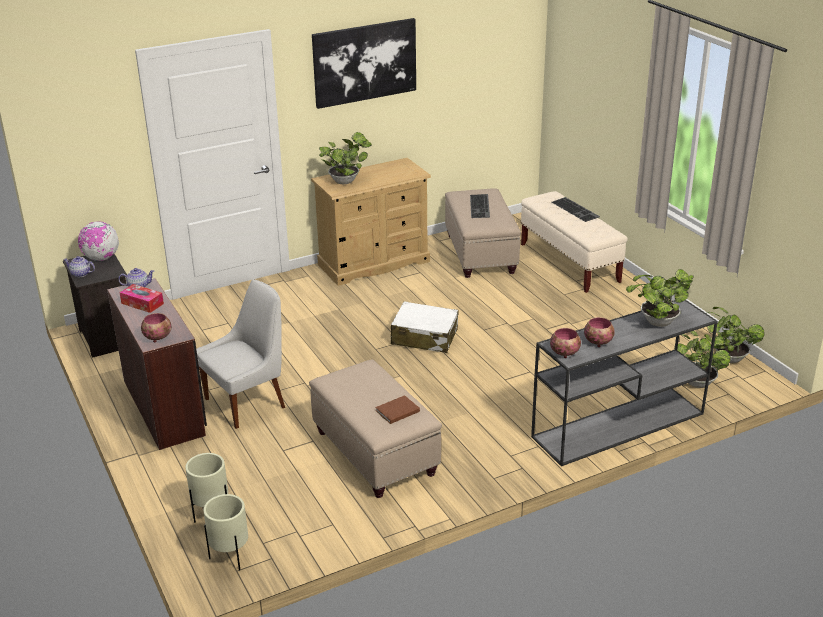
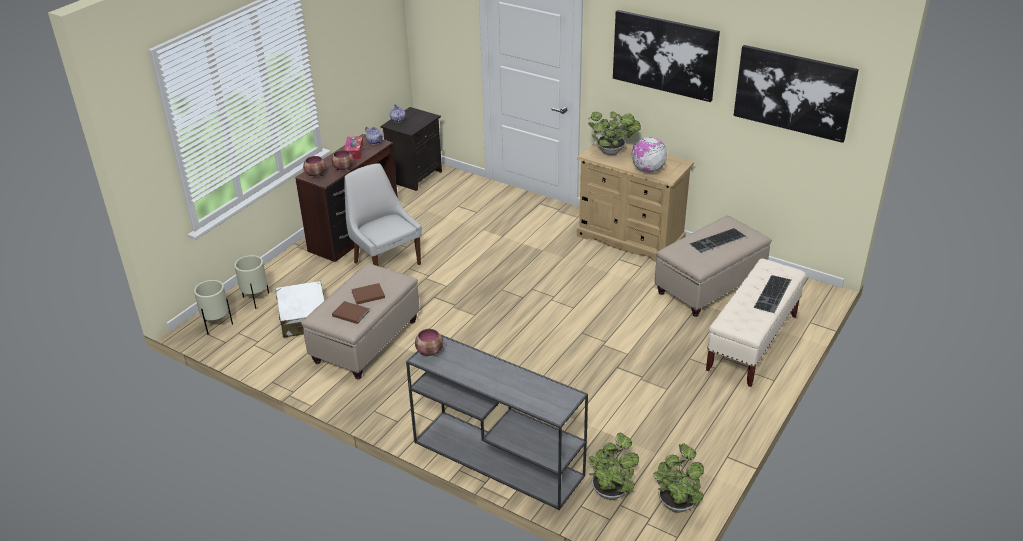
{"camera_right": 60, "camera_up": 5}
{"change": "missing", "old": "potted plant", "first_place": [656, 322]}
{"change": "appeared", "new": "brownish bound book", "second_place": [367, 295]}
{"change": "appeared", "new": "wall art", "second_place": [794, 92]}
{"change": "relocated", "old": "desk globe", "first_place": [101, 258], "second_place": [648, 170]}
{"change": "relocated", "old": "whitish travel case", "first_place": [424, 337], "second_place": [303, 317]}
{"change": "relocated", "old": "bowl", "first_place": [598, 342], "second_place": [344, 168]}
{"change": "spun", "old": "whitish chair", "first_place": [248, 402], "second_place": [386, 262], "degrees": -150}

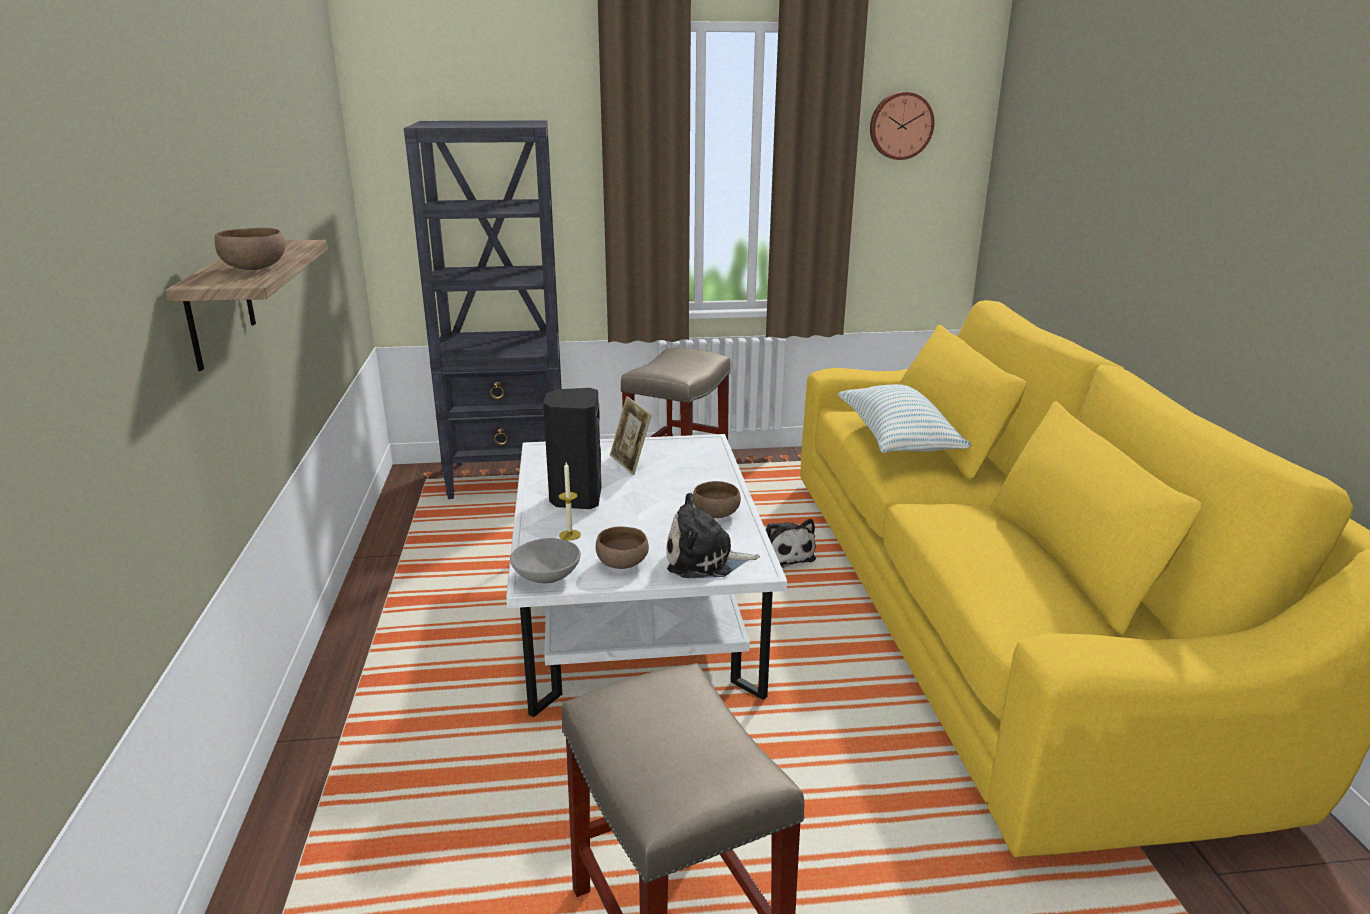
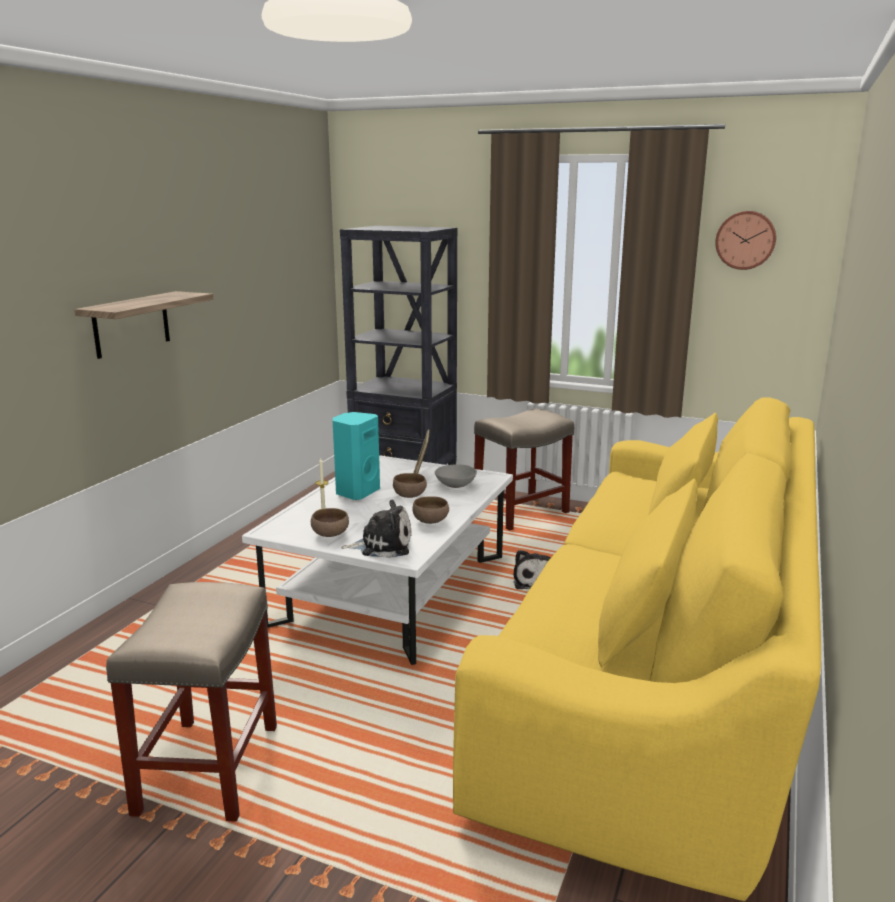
{"camera_right": 30, "camera_up": -5}
{"change": "missing", "old": "cushion", "first_place": [897, 439]}
{"change": "relocated", "old": "brownish bowl", "first_place": [256, 268], "second_place": [410, 495]}
{"change": "relocated", "old": "grey bowl", "first_place": [547, 576], "second_place": [456, 485]}
{"change": "colour", "old": "blackish speaker", "new": "turquoise speaker", "first_place": [575, 498], "second_place": [356, 492]}
{"change": "spun", "old": "cuddly toy", "first_place": [705, 560], "second_place": [382, 545], "degrees": 150}

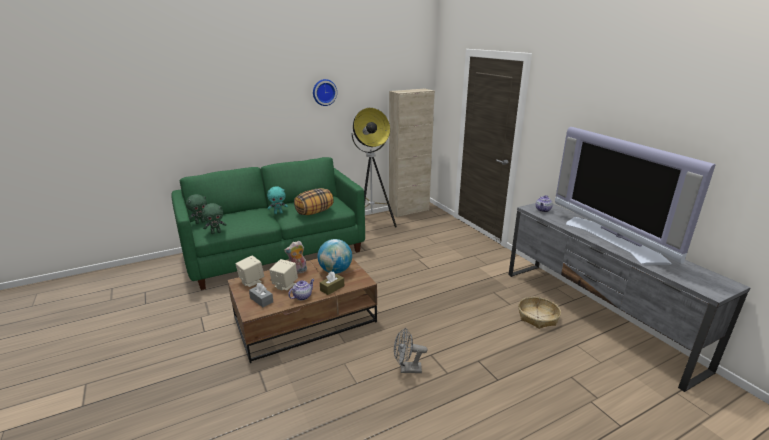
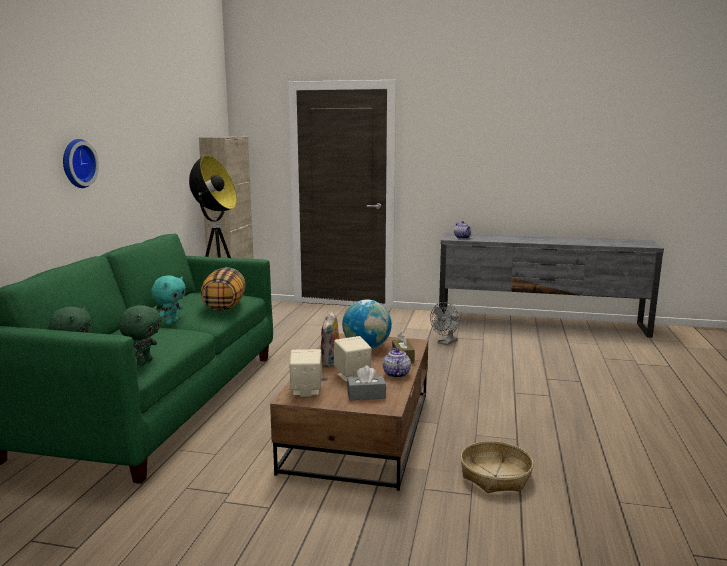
{"camera_right": -50, "camera_up": -10}
{"change": "missing", "old": "television", "first_place": [613, 239]}
{"change": "relocated", "old": "wall clock", "first_place": [324, 92], "second_place": [76, 163]}
{"change": "relocated", "old": "grey cooling fan", "first_place": [407, 369], "second_place": [446, 343]}
{"change": "relocated", "old": "household basket", "first_place": [538, 317], "second_place": [495, 476]}

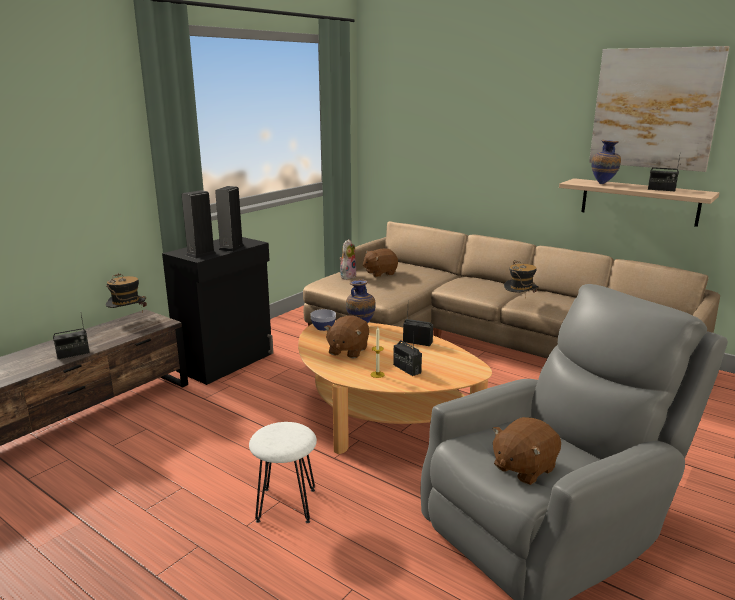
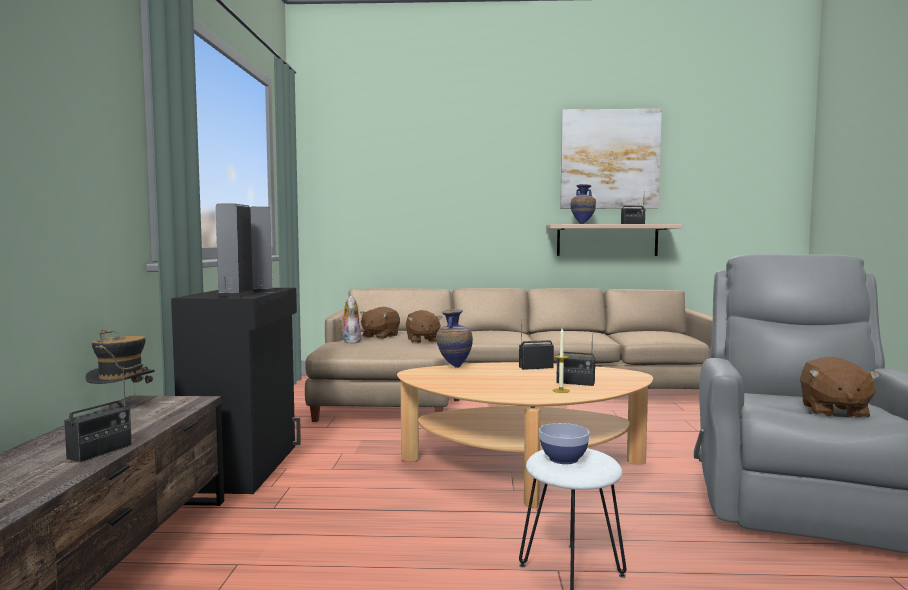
{"camera_right": -35, "camera_up": -15}
{"change": "missing", "old": "hat", "first_place": [519, 304]}
{"change": "relocated", "old": "bowl", "first_place": [323, 327], "second_place": [563, 459]}
{"change": "relocated", "old": "brownish cuddly toy", "first_place": [347, 351], "second_place": [422, 340]}

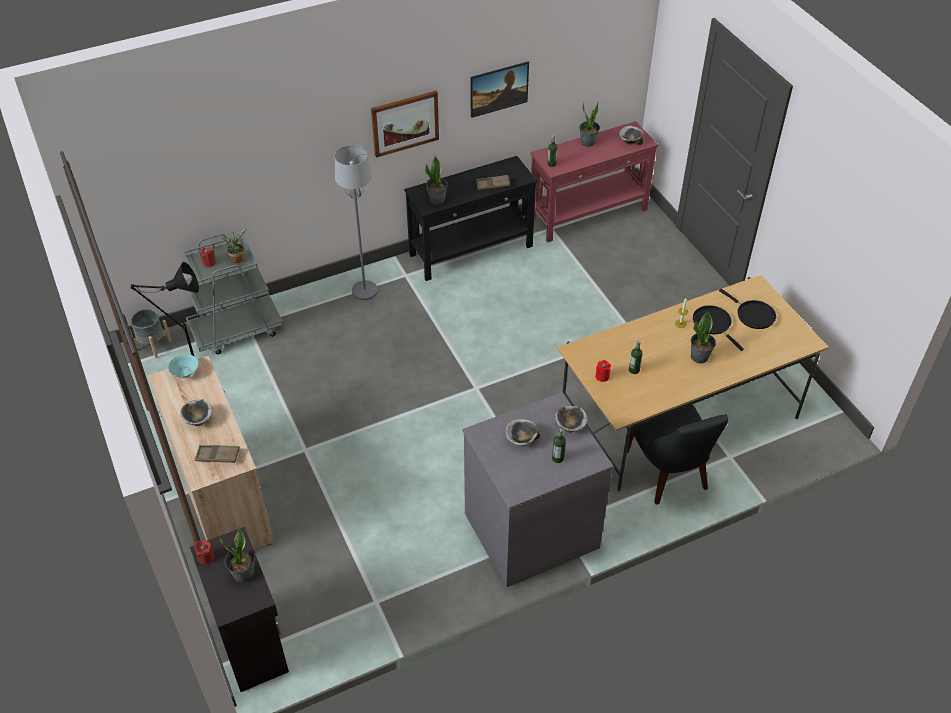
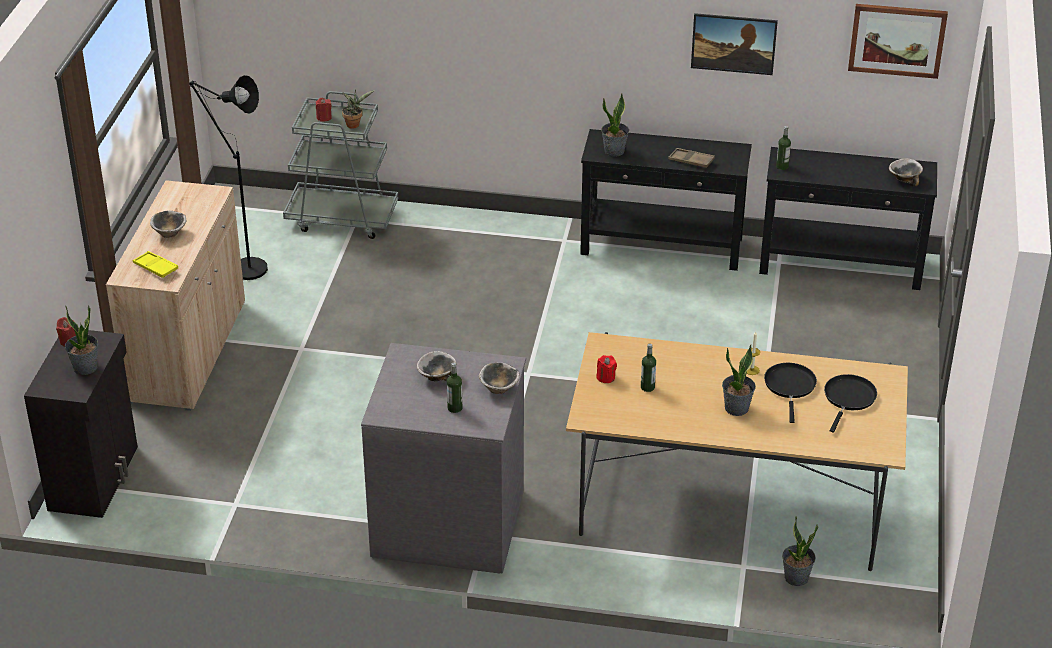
{"camera_right": 35, "camera_up": -10}
{"change": "missing", "old": "grey plant pot", "first_place": [152, 345]}
{"change": "missing", "old": "turquoise bowl", "first_place": [185, 372]}
{"change": "missing", "old": "grey floor lamp", "first_place": [364, 290]}
{"change": "missing", "old": "blackish chair", "first_place": [667, 473]}
{"change": "relocated", "old": "wall art", "first_place": [405, 123], "second_place": [897, 40]}
{"change": "relocated", "old": "potted plant", "first_place": [588, 142], "second_place": [796, 578]}
{"change": "colour", "old": "brownish carrying tray", "new": "yellow-coloured carrying tray", "first_place": [217, 456], "second_place": [155, 267]}
{"change": "colour", "old": "red hall table", "new": "blackish hall table", "first_place": [589, 214], "second_place": [841, 266]}
{"change": "spun", "old": "blackish pan", "first_place": [753, 315], "second_place": [848, 398], "degrees": -150}

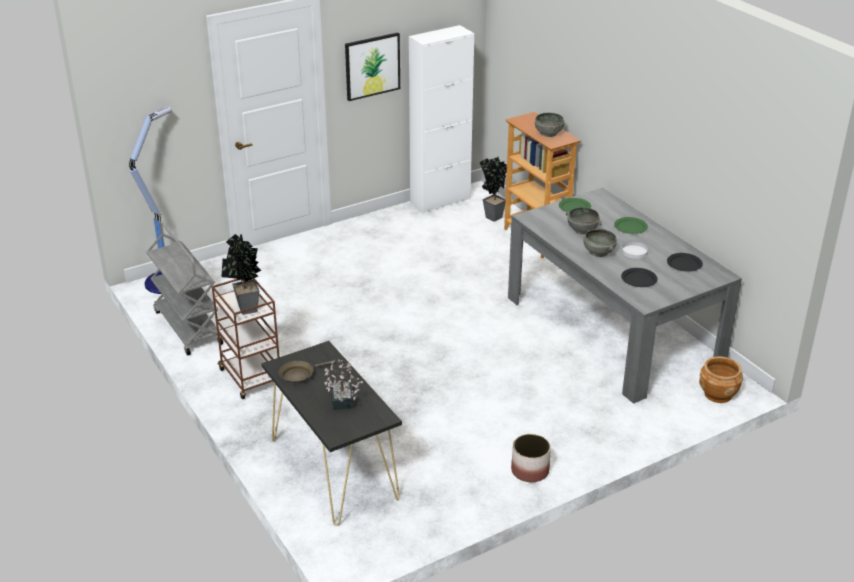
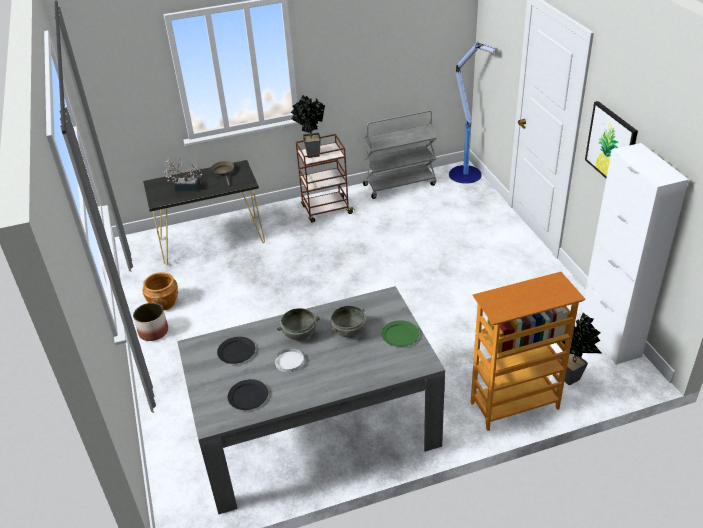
{"camera_right": 105, "camera_up": 5}
{"change": "missing", "old": "grey bowl", "first_place": [549, 133]}
{"change": "missing", "old": "green plate", "first_place": [630, 227]}
{"change": "relocated", "old": "brownish plant pot", "first_place": [718, 394], "second_place": [164, 303]}

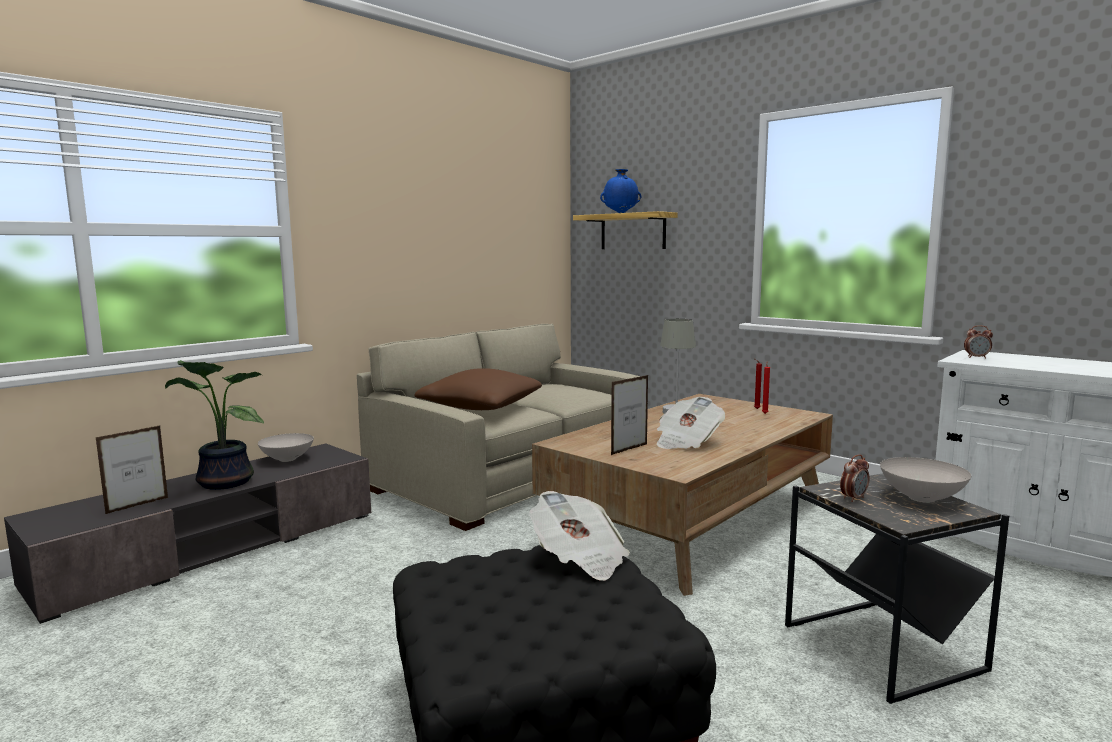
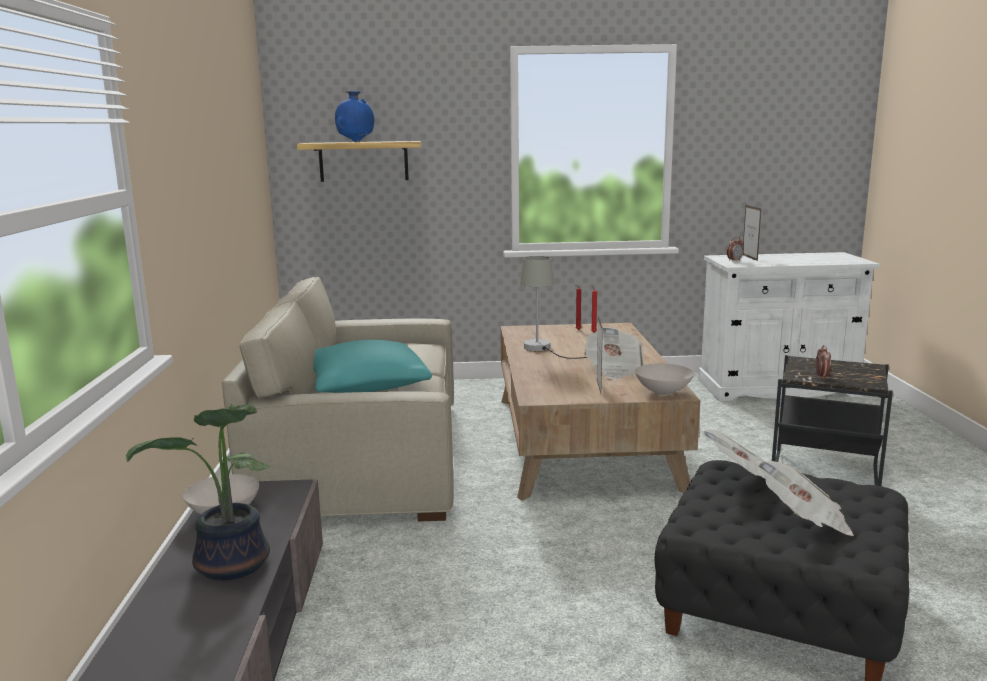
{"camera_right": -45, "camera_up": 5}
{"change": "appeared", "new": "printed paper", "second_place": [803, 520]}
{"change": "relocated", "old": "photo frame", "first_place": [138, 505], "second_place": [749, 258]}
{"change": "relocated", "old": "whitish bowl", "first_place": [921, 498], "second_place": [664, 392]}
{"change": "colour", "old": "brownish cushion", "new": "turquoise cushion", "first_place": [480, 407], "second_place": [366, 386]}

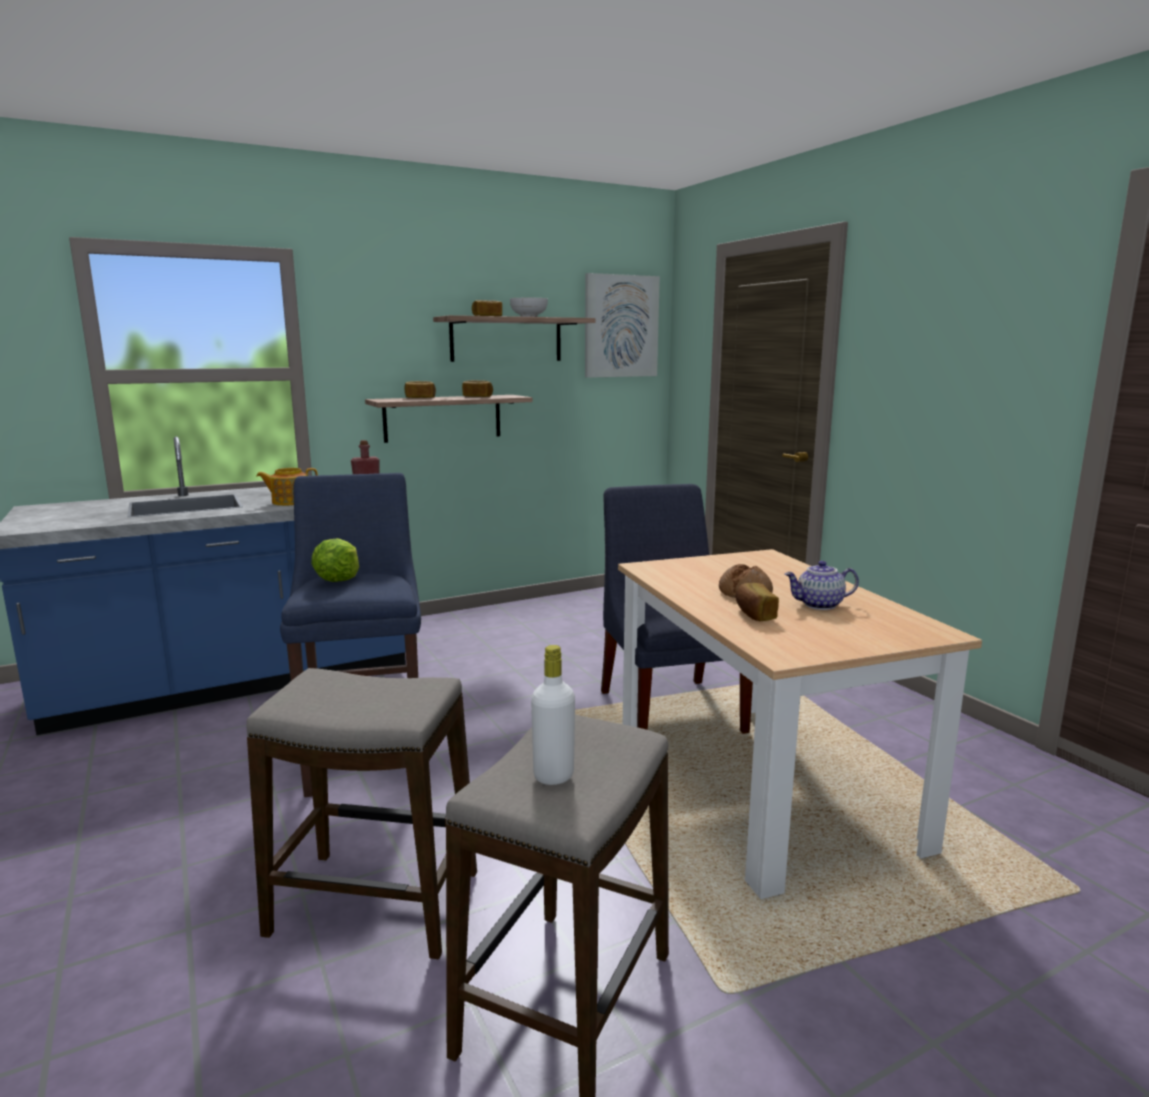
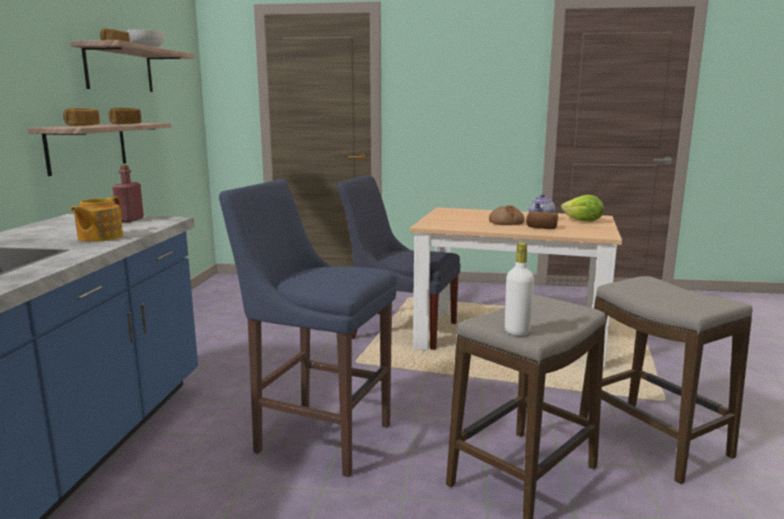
{"camera_right": -55, "camera_up": 0}
{"change": "missing", "old": "wall art", "first_place": [620, 326]}
{"change": "relocated", "old": "lettuce", "first_place": [338, 580], "second_place": [583, 221]}
{"change": "relocated", "old": "whitish drink bottle", "first_place": [553, 776], "second_place": [517, 331]}

